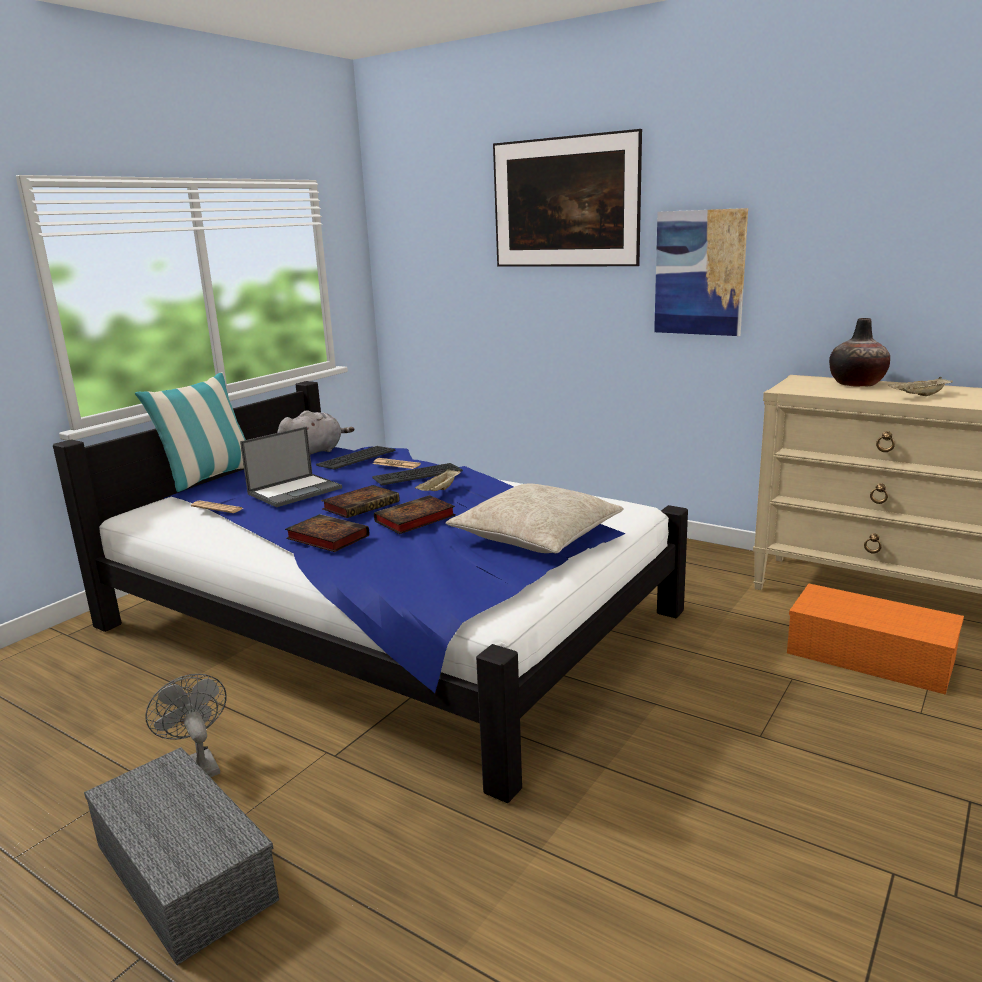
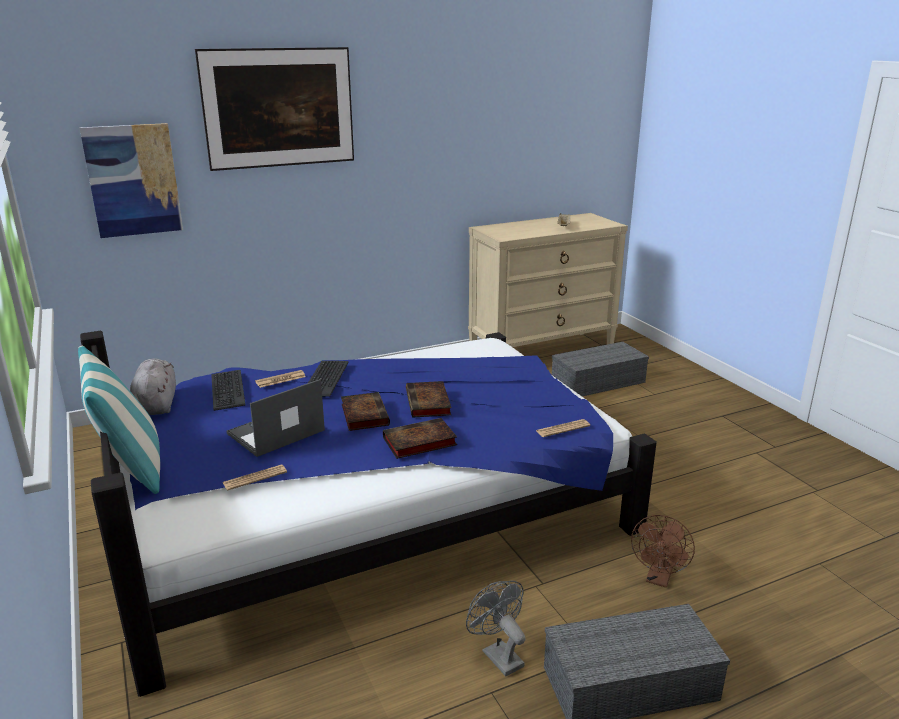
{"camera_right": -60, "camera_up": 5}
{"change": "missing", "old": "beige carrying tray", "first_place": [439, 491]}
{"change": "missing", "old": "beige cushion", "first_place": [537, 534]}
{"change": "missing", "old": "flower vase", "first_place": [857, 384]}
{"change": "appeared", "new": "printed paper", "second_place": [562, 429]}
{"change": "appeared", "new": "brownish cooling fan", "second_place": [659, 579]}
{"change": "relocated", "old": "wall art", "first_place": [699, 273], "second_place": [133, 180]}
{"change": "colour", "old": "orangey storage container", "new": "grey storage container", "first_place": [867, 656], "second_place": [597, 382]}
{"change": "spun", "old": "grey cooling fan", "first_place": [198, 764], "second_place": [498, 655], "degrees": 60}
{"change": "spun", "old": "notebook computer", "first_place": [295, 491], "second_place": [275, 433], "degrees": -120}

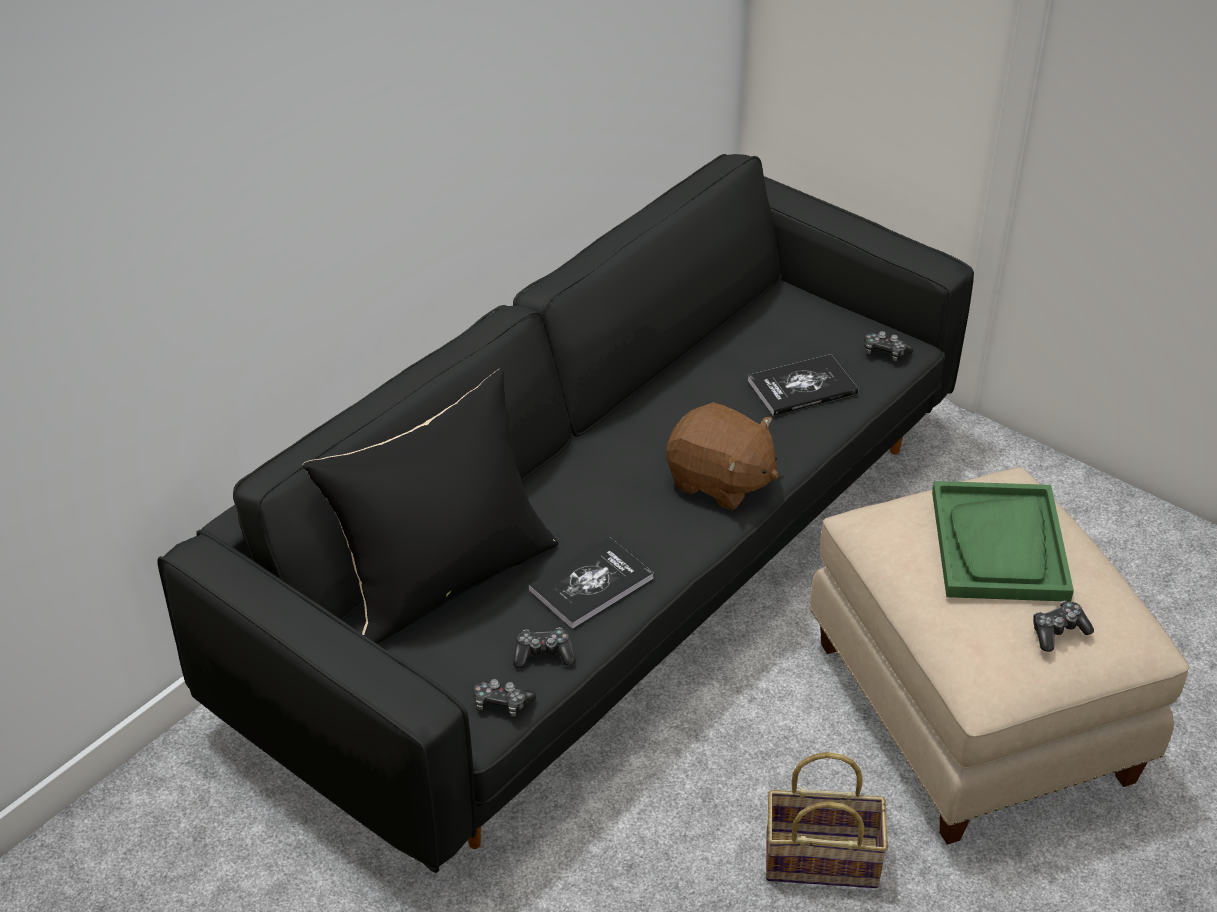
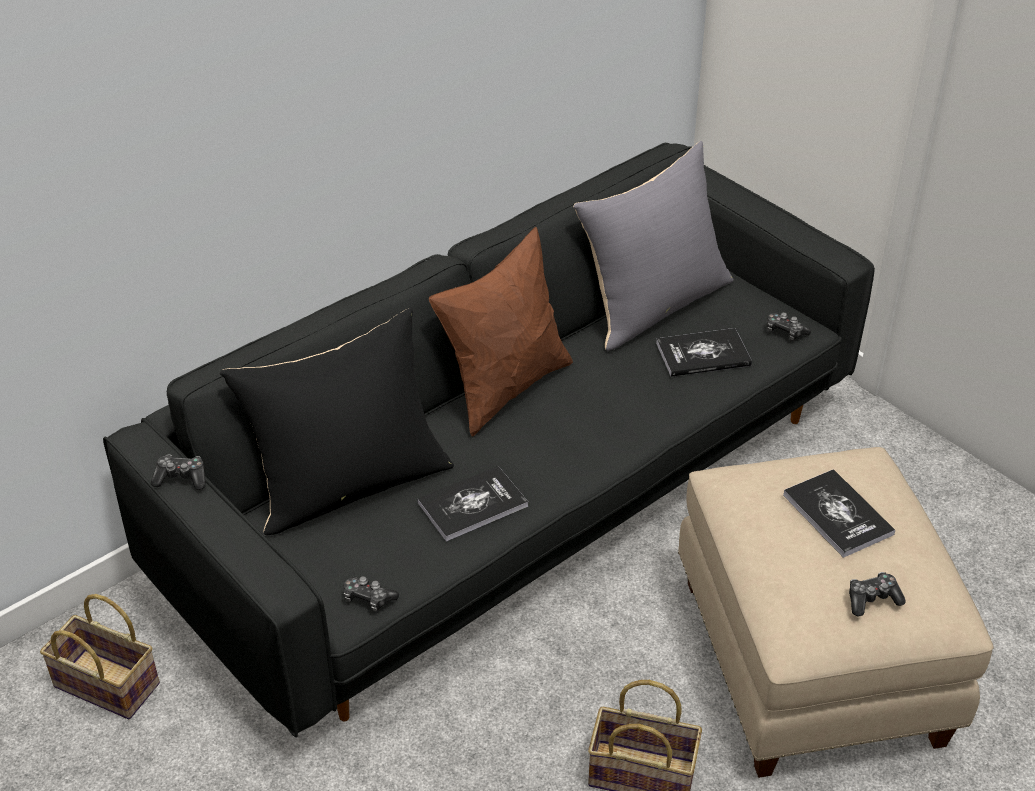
{"camera_right": 10, "camera_up": 0}
{"change": "missing", "old": "brownish cuddly toy", "first_place": [720, 482]}
{"change": "appeared", "new": "household basket", "second_place": [103, 686]}
{"change": "appeared", "new": "brownish cushion", "second_place": [505, 387]}
{"change": "appeared", "new": "grey cushion", "second_place": [653, 305]}
{"change": "relocated", "old": "joypad", "first_place": [543, 654], "second_place": [181, 478]}
{"change": "exchanged", "old": "green carrying tray", "new": "bound book", "first_place": [999, 545], "second_place": [837, 514]}

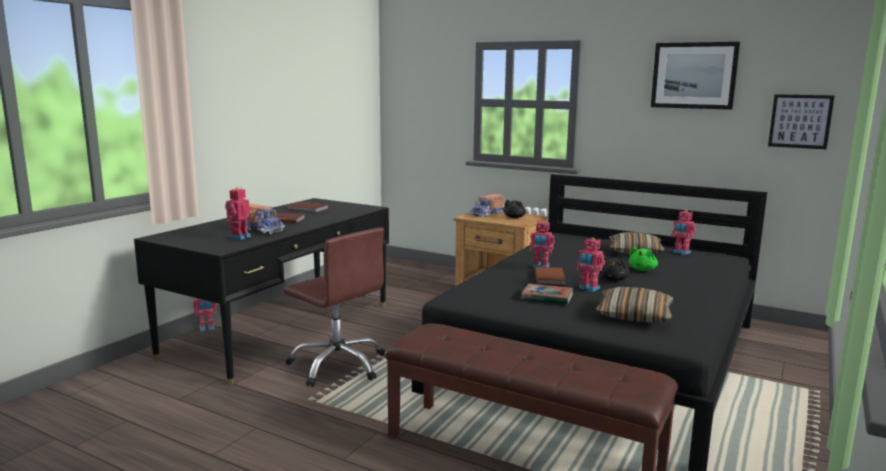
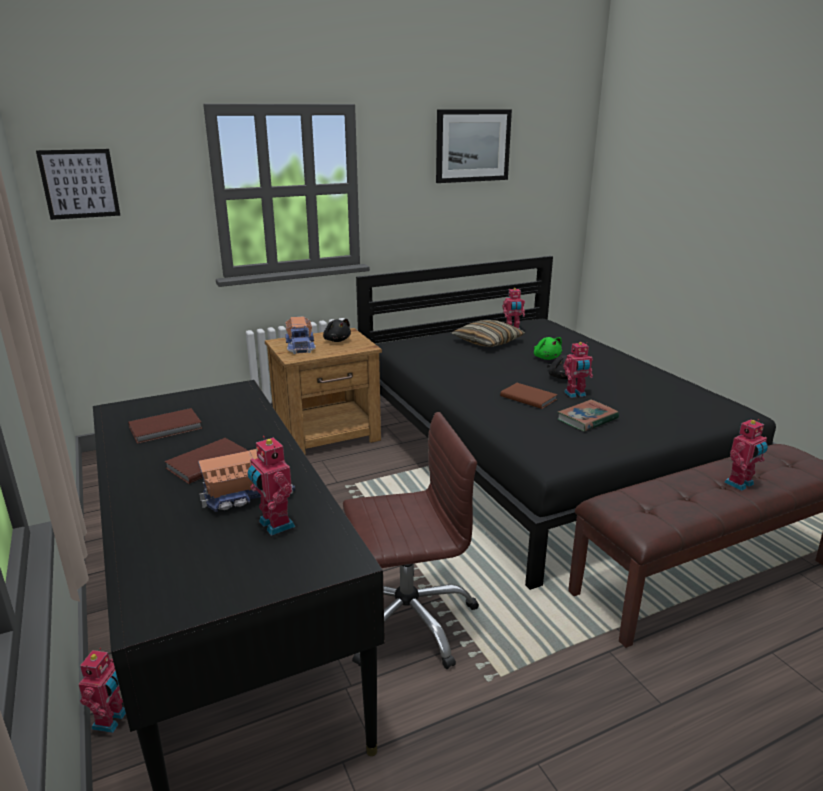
{"camera_right": -55, "camera_up": 10}
{"change": "missing", "old": "cushion", "first_place": [634, 315]}
{"change": "relocated", "old": "toy robot", "first_place": [540, 267], "second_place": [740, 484]}
{"change": "relocated", "old": "wall art", "first_place": [800, 121], "second_place": [79, 184]}

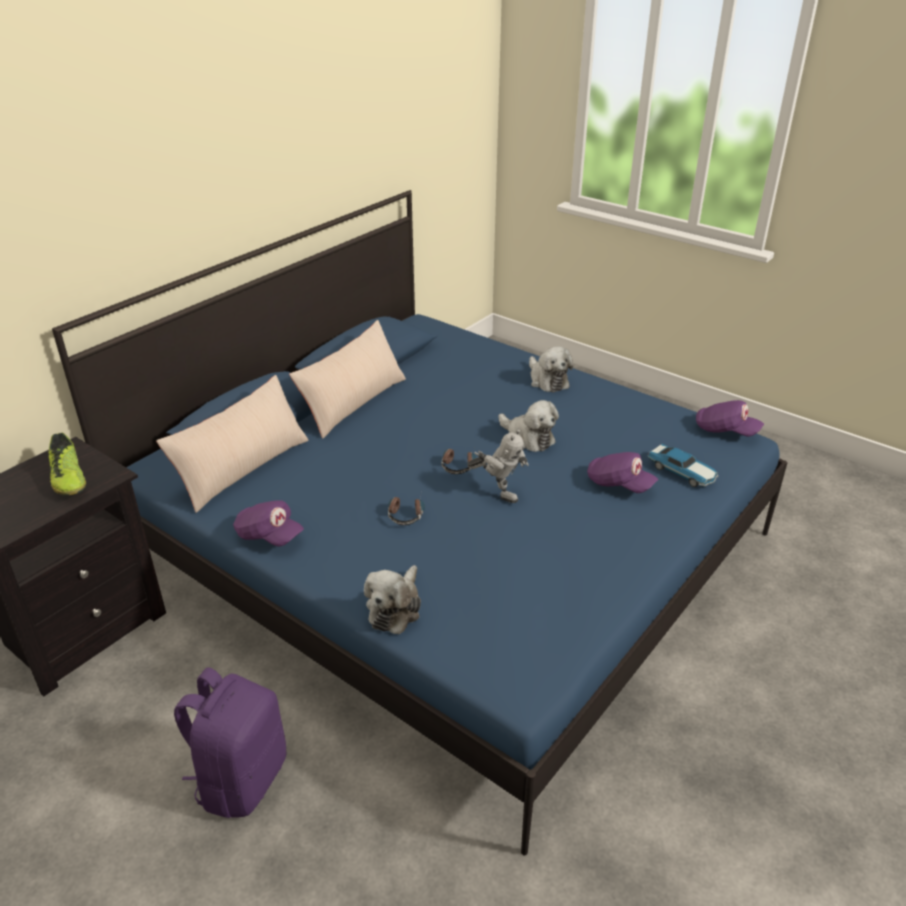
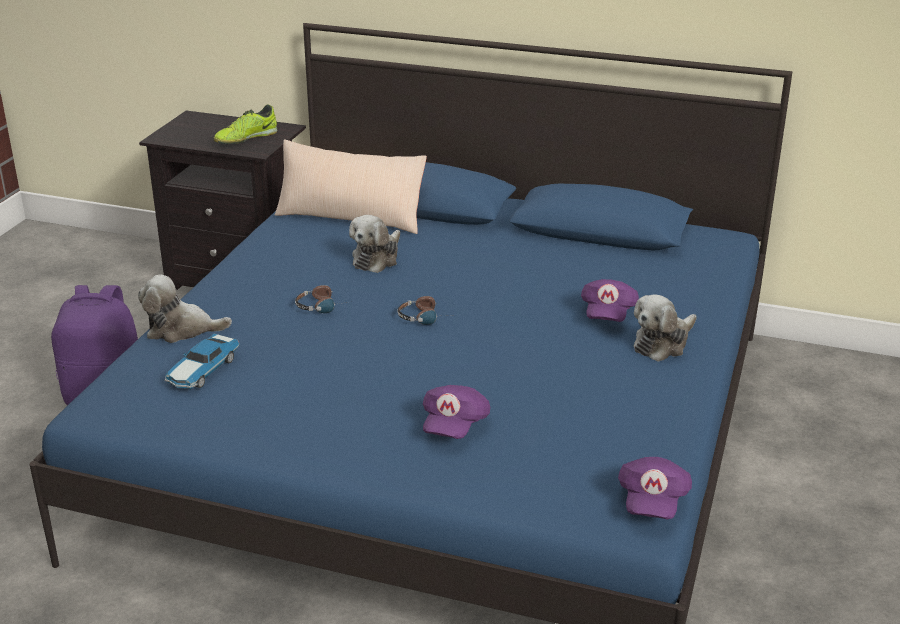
{"camera_right": 70, "camera_up": -5}
{"change": "missing", "old": "beige cushion", "first_place": [353, 403]}
{"change": "missing", "old": "toy robot", "first_place": [498, 492]}
{"change": "relocated", "old": "purple cap", "first_place": [269, 535], "second_place": [607, 314]}
{"change": "relocated", "old": "cuddly toy", "first_place": [528, 438], "second_place": [377, 258]}
{"change": "relocated", "old": "model car", "first_place": [682, 472], "second_place": [202, 371]}

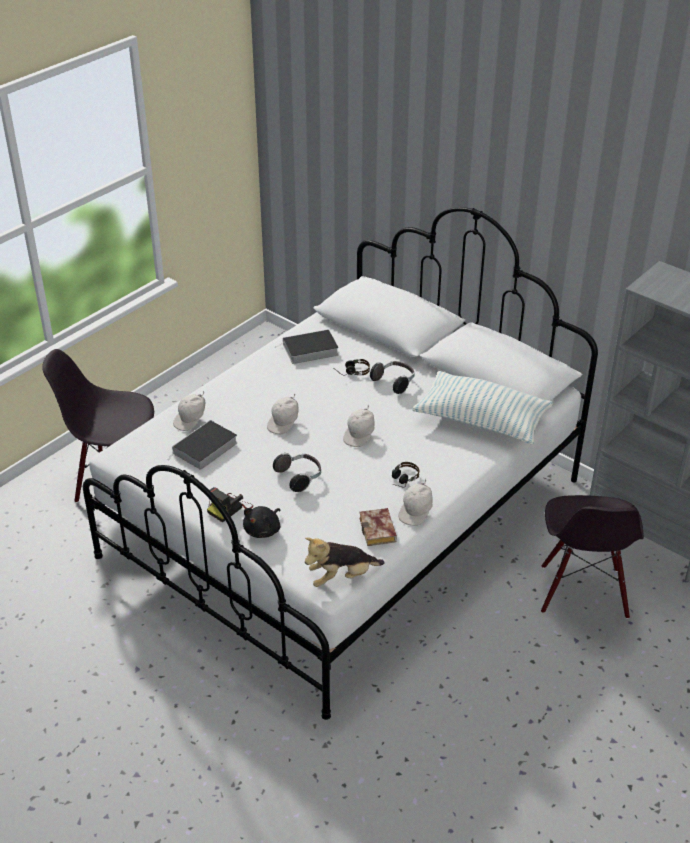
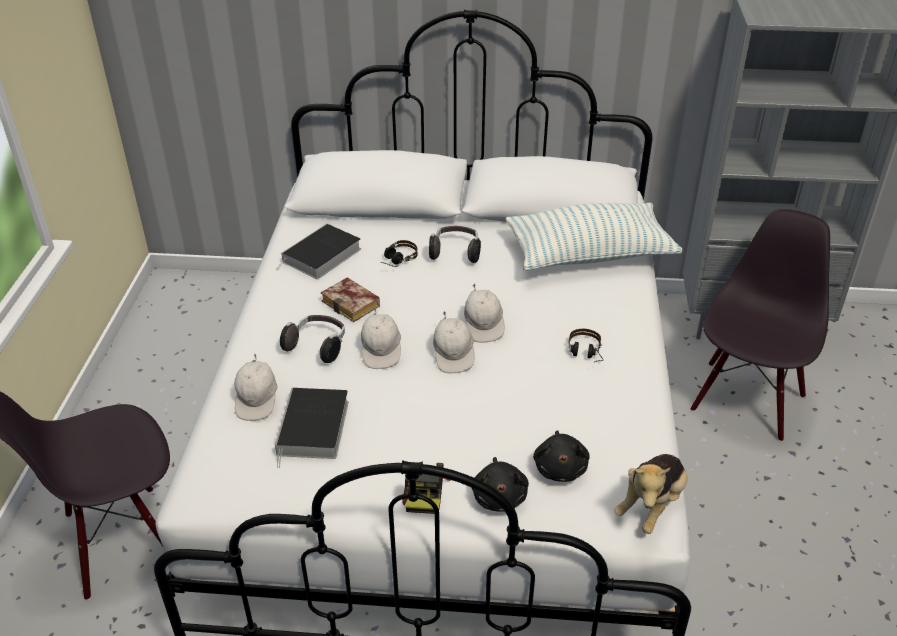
{"camera_right": -35, "camera_up": 0}
{"change": "appeared", "new": "blackish cuddly toy", "second_place": [560, 468]}
{"change": "relocated", "old": "headphones", "first_place": [299, 477], "second_place": [317, 346]}
{"change": "relocated", "old": "bound book", "first_place": [379, 531], "second_place": [353, 304]}
{"change": "relocated", "old": "whitish cap", "first_place": [416, 512], "second_place": [453, 355]}
{"change": "spun", "old": "blackish chair", "first_place": [582, 592], "second_place": [746, 401], "degrees": -120}

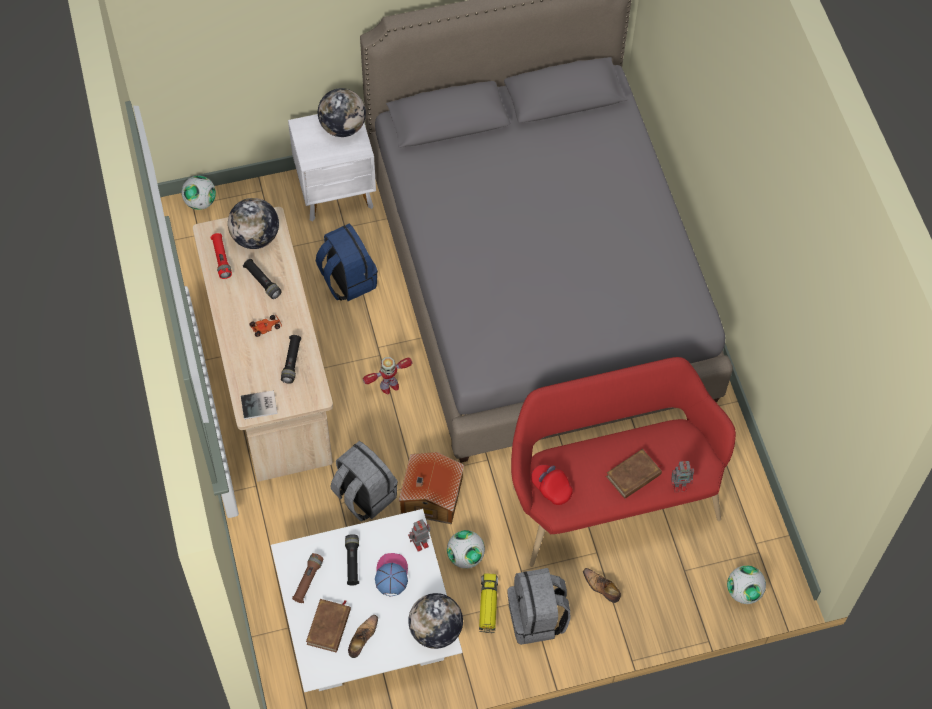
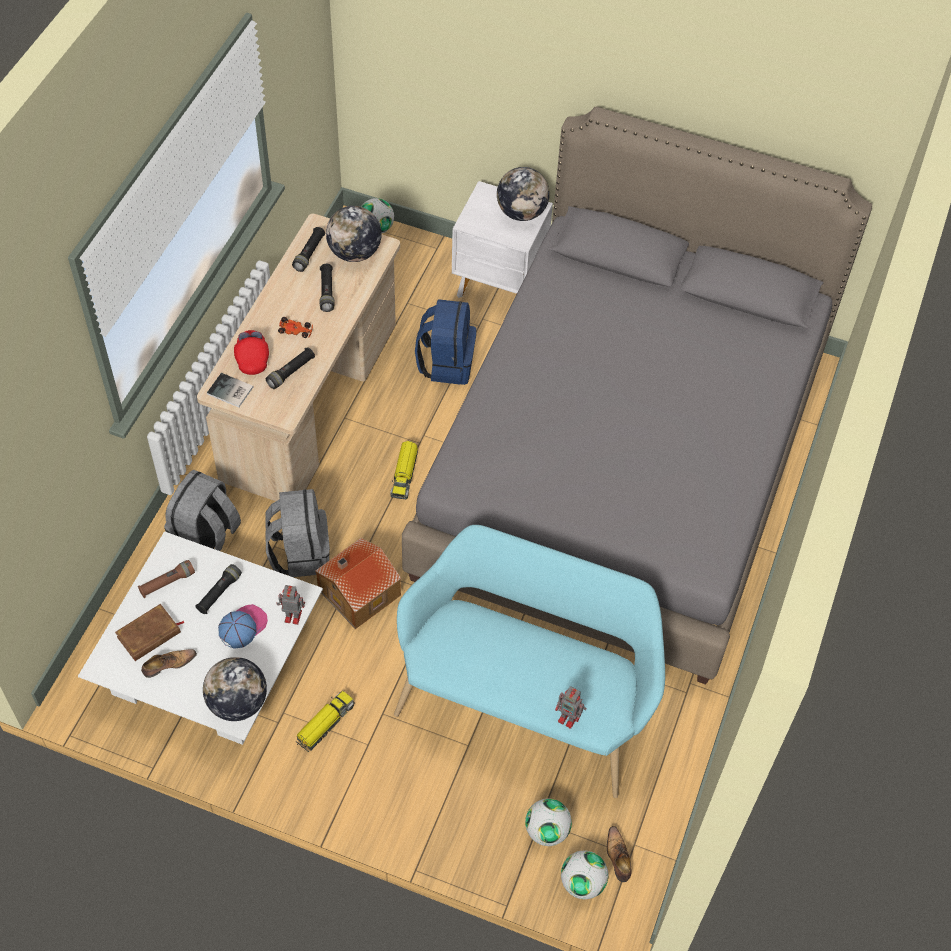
{"camera_right": 35, "camera_up": -5}
{"change": "missing", "old": "brownish bound book", "first_place": [634, 475]}
{"change": "relocated", "old": "ball for football", "first_place": [465, 556], "second_place": [546, 830]}
{"change": "relocated", "old": "grey rucksack", "first_place": [537, 618], "second_place": [206, 537]}
{"change": "relocated", "old": "red cap", "first_place": [551, 488], "second_place": [252, 358]}
{"change": "relocated", "old": "low shoe", "first_place": [601, 587], "second_place": [618, 857]}
{"change": "exchanged", "old": "toy robot", "new": "toy lorry", "first_place": [389, 386], "second_place": [404, 474]}
{"change": "colour", "old": "red torch", "new": "blackish torch", "first_place": [221, 259], "second_place": [309, 253]}
{"change": "colour", "old": "red long seat", "new": "turquoise long seat", "first_place": [610, 496], "second_place": [525, 703]}

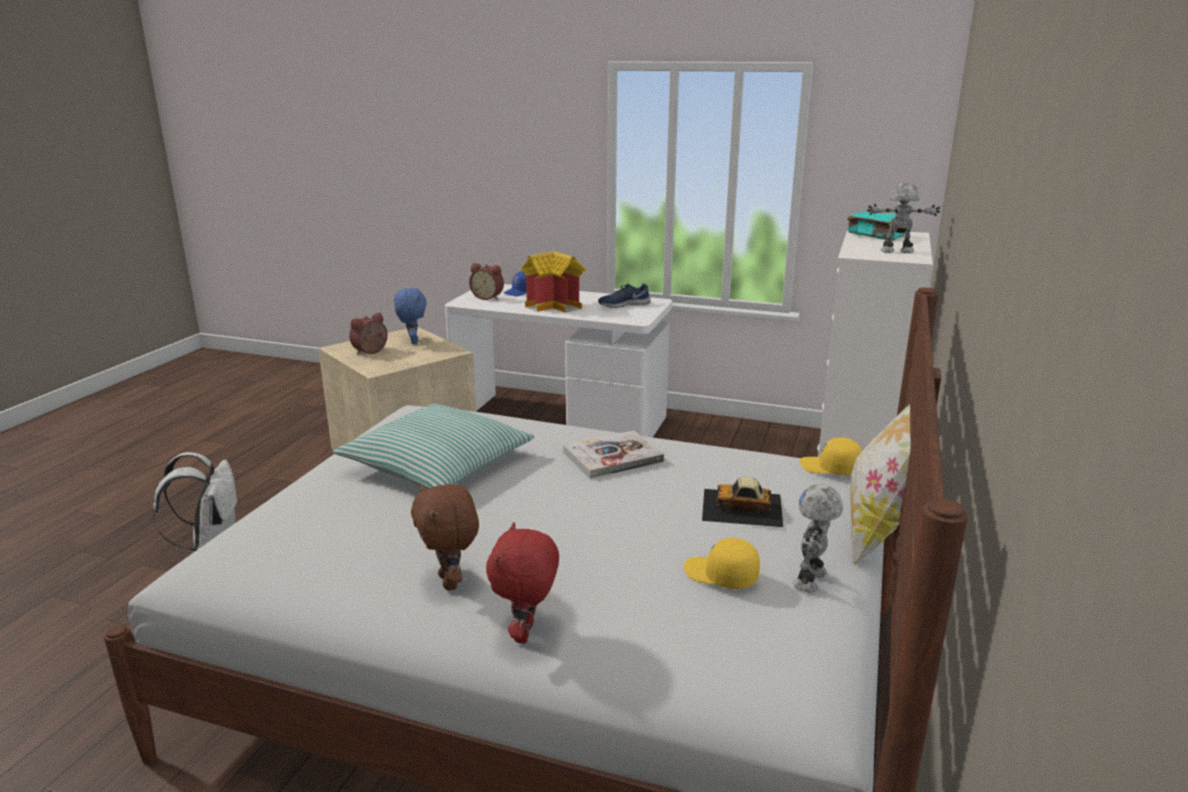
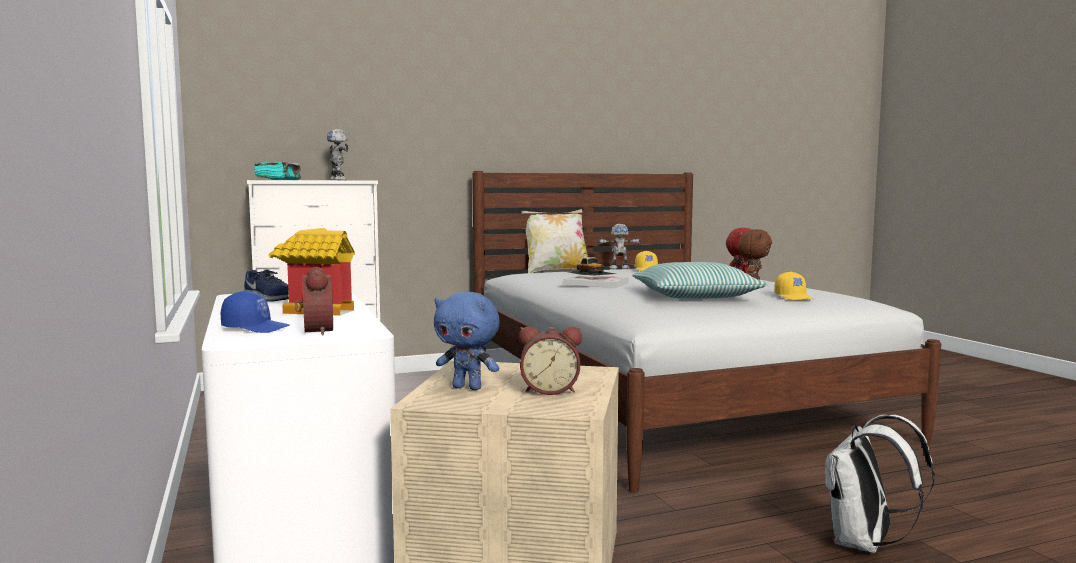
{"camera_right": -130, "camera_up": -15}
{"change": "relocated", "old": "yellow-coloured cap", "first_place": [830, 468], "second_place": [794, 297]}
{"change": "spun", "old": "blue cuddly toy", "first_place": [412, 341], "second_place": [468, 387], "degrees": -105}

